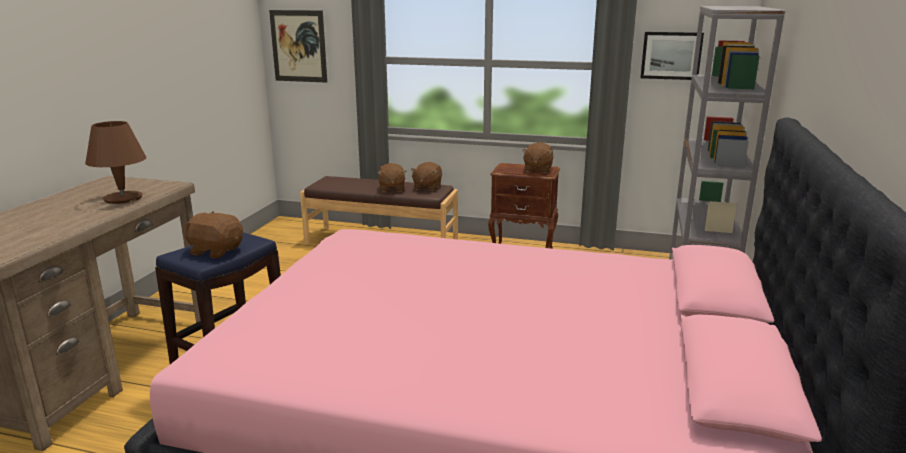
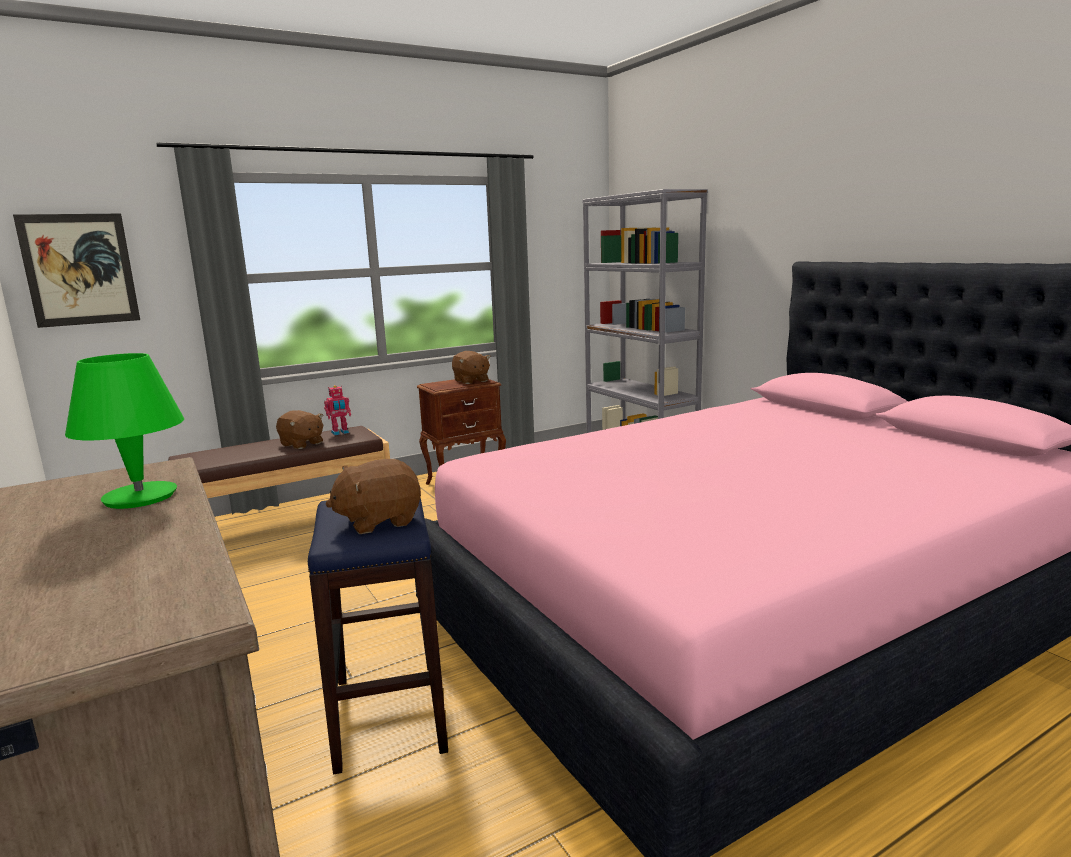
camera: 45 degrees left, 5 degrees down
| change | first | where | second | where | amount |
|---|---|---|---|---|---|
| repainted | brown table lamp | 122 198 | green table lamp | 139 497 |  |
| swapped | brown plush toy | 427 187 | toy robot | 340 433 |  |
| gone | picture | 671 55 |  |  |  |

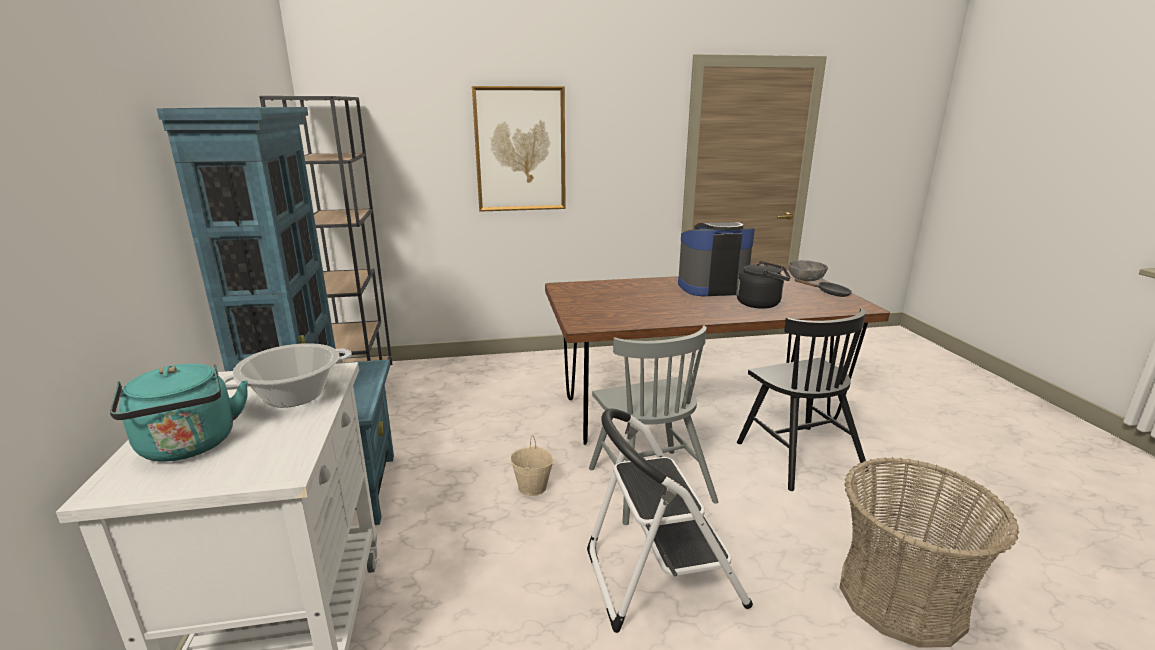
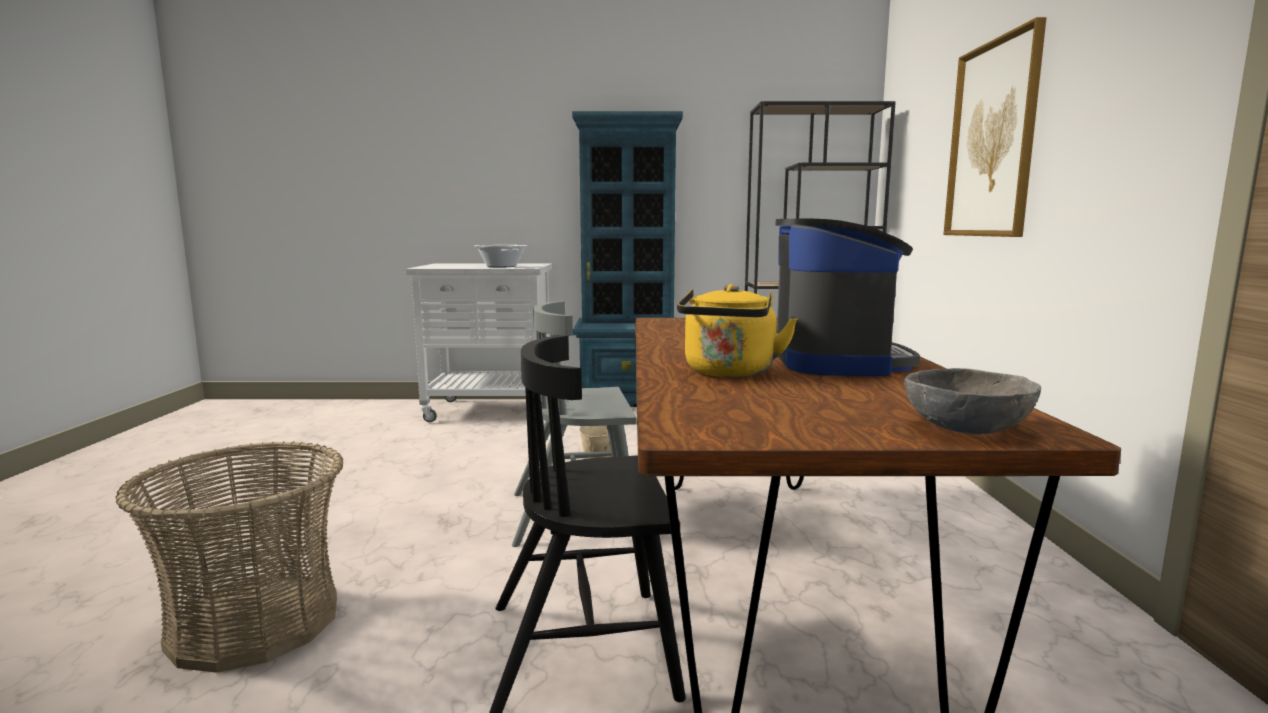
camera: 100 degrees right, 10 degrees down
| change | first | where | second | where | amount |
|---|---|---|---|---|---|
| gone | turquoise kettle | 189 447 |  |  |  |
| gone | step ladder | 658 577 |  |  |  |
| repainted | black kettle | 761 304 | yellow kettle | 729 373 |  |
| gone | black frying pan | 829 293 |  |  |  |

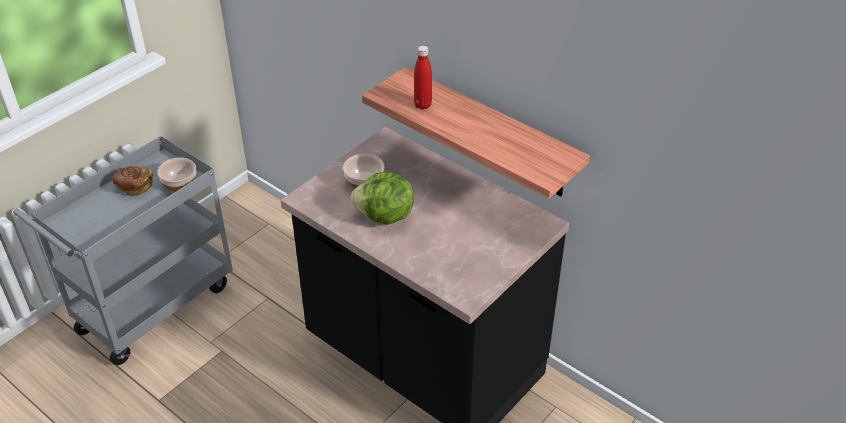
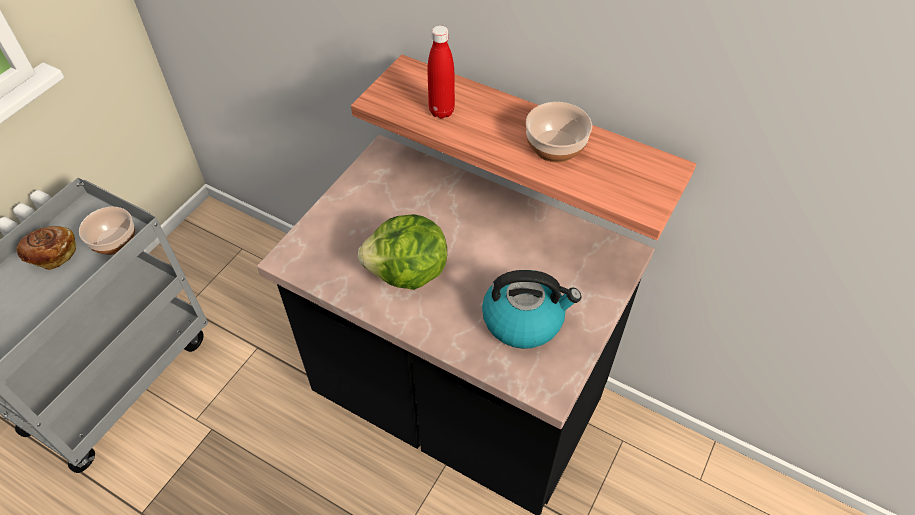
camera: 10 degrees left, 10 degrees up
| change | first | where | second | where | amount |
|---|---|---|---|---|---|
| shifted | bowl | 364 182 |  | 555 147 |  |
| new |  |  | kettle | 524 319 |  |

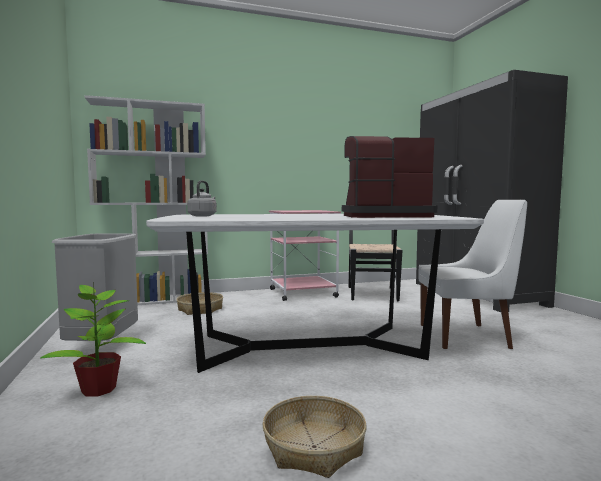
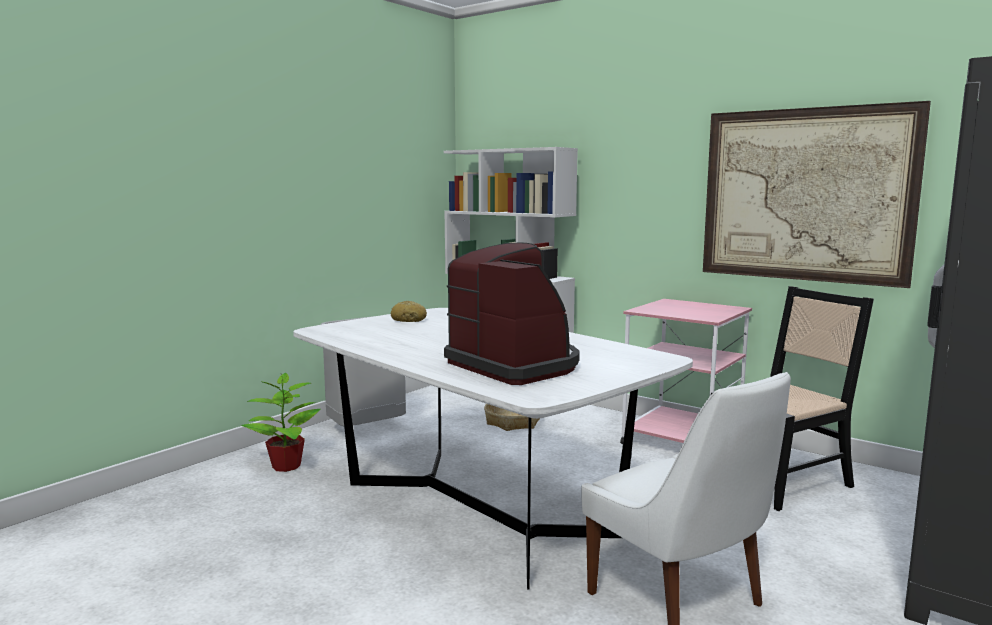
camera: 55 degrees right, 5 degrees up
| change | first | where | second | where | amount |
|---|---|---|---|---|---|
| swapped | grey kettle | 203 216 | bread | 409 320 |  |
| gone | basket | 314 447 |  |  |  |
| new |  |  | picture | 805 195 |  |

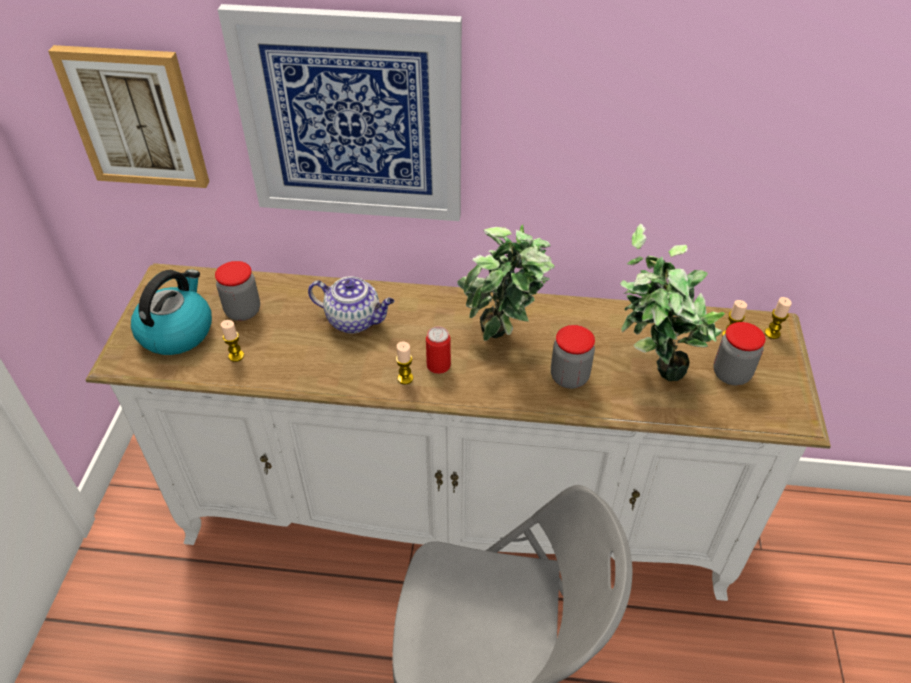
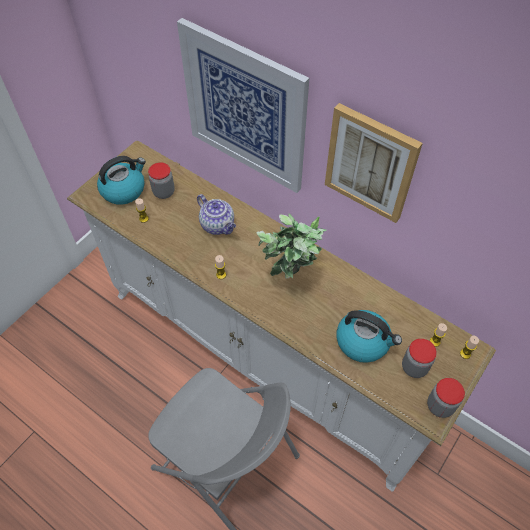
camera: 30 degrees right, 10 degrees up
| change | first | where | second | where | amount |
|---|---|---|---|---|---|
| shifted | picture | 136 117 |  | 371 163 |  |
| gone | can | 438 365 |  |  |  |
| shifted | jar | 569 377 |  | 440 406 |  |
| swapped | potted plant | 650 373 | kettle | 363 341 |  |

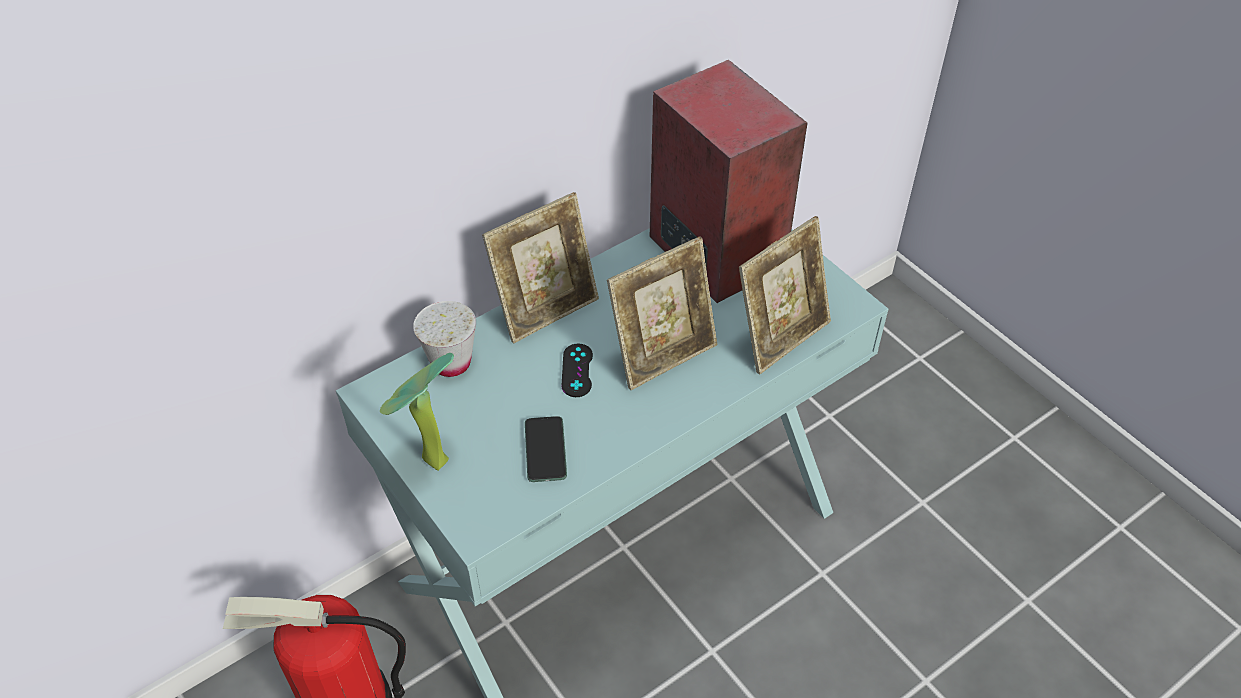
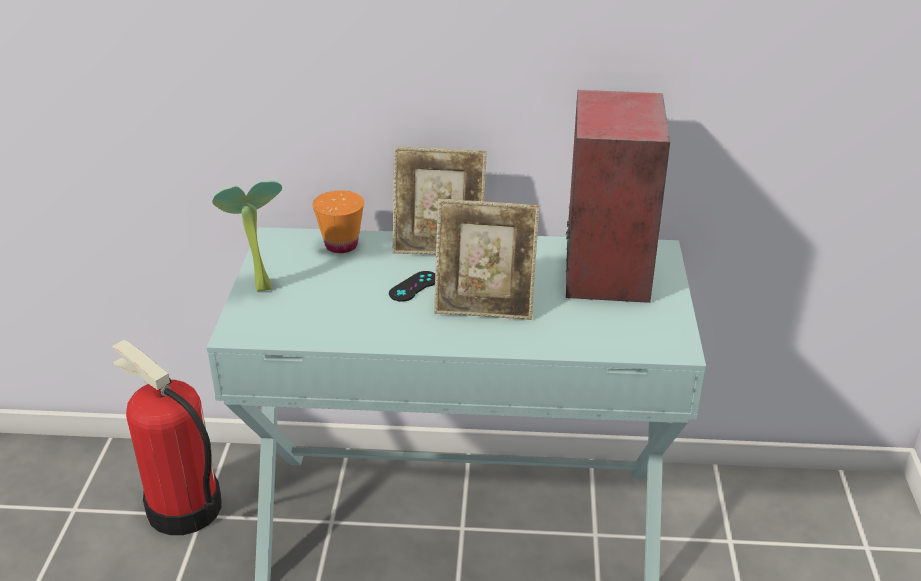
camera: 40 degrees right, 15 degrees down
| change | first | where | second | where | amount |
|---|---|---|---|---|---|
| repainted | white cup | 451 363 | orange cup | 341 245 |  |
| gone | phone | 545 450 |  |  |  |
| gone | picture frame | 780 336 |  |  |  |

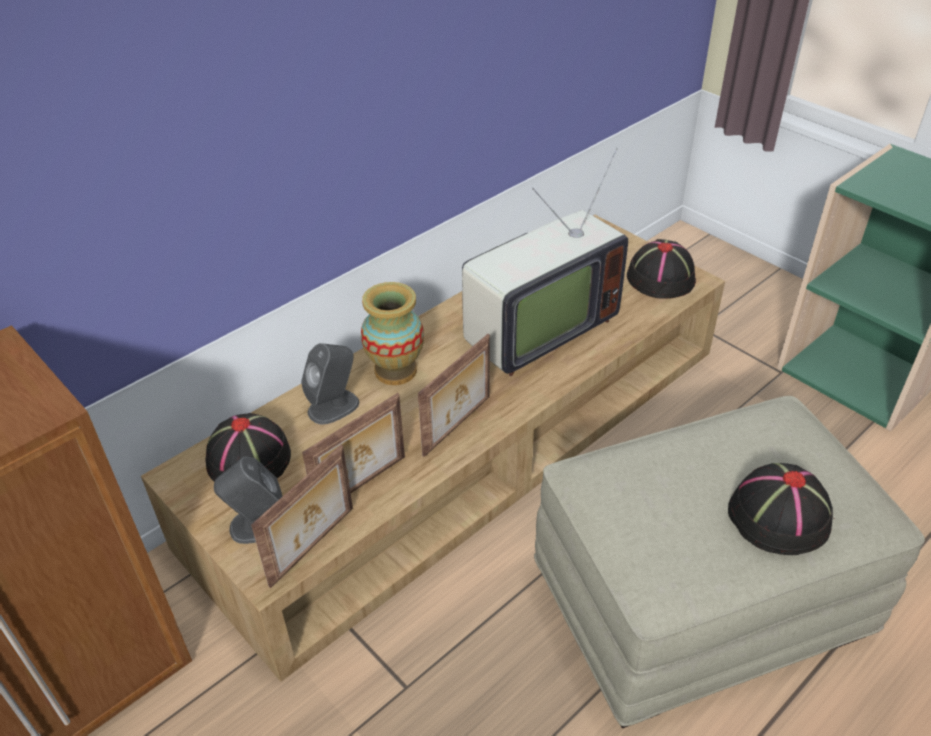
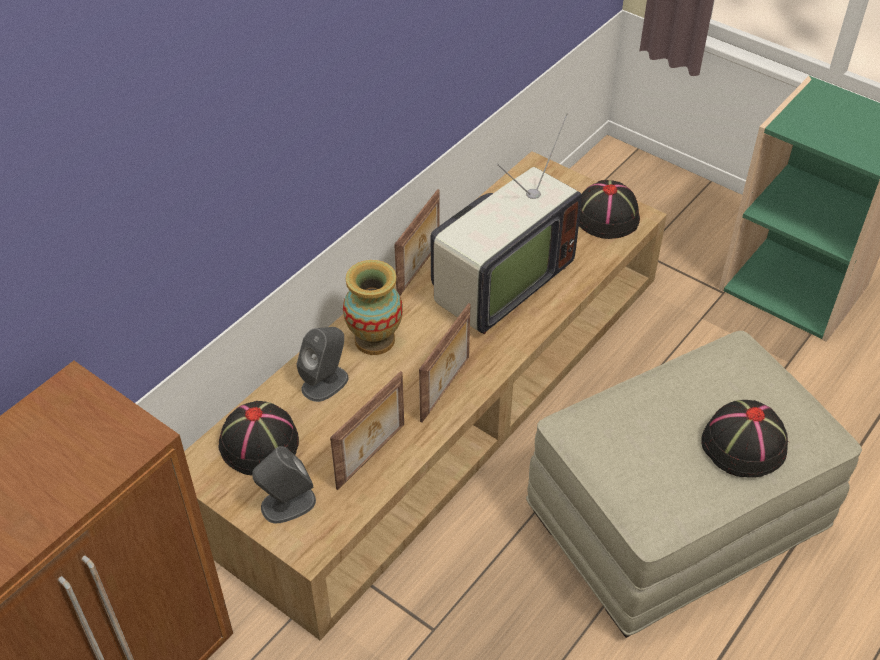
camera: 10 degrees left, 5 degrees up
| change | first | where | second | where | amount |
|---|---|---|---|---|---|
| shifted | picture frame | 314 547 |  | 420 270 |  |

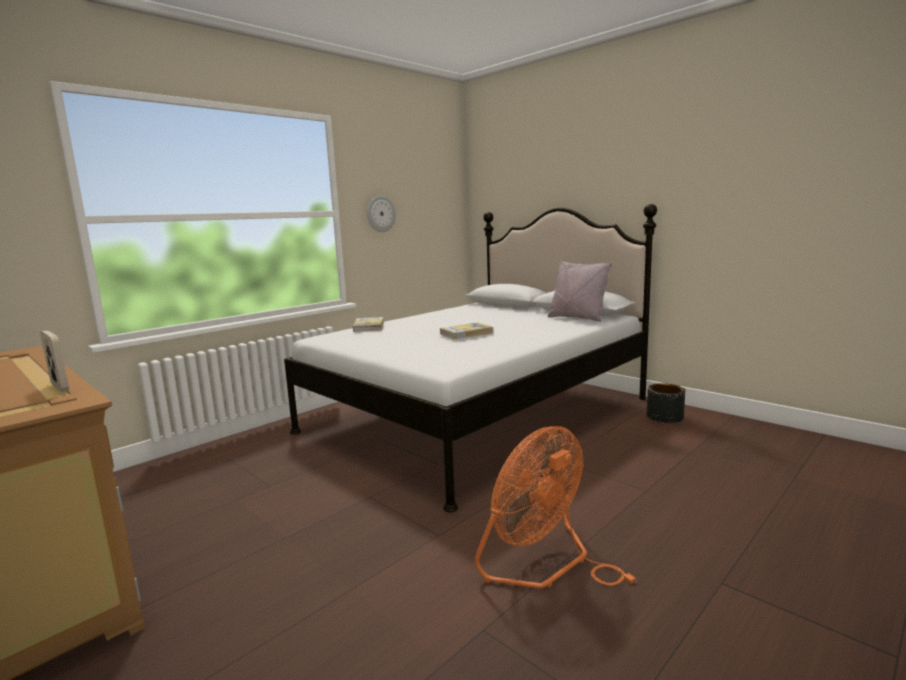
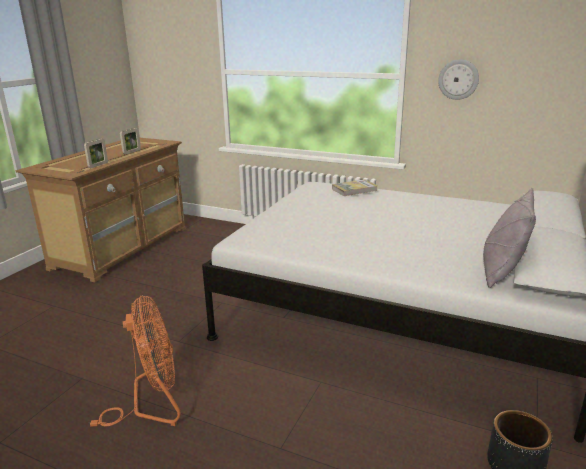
camera: 70 degrees right, 10 degrees up
| change | first | where | second | where | amount |
|---|---|---|---|---|---|
| gone | book | 466 333 |  |  |  |
| rotated | orange fan | 553 562 |  | 150 397 | 45 degrees clockwise |
| new |  |  | picture frame | 132 152 |  |

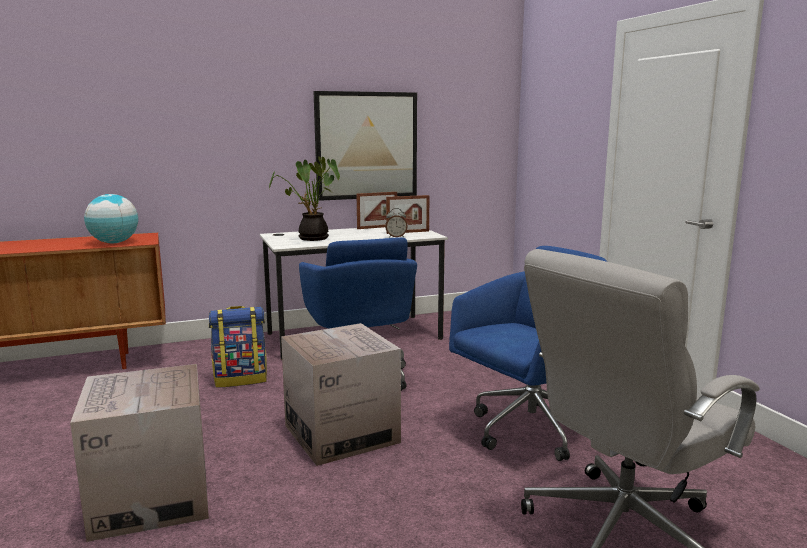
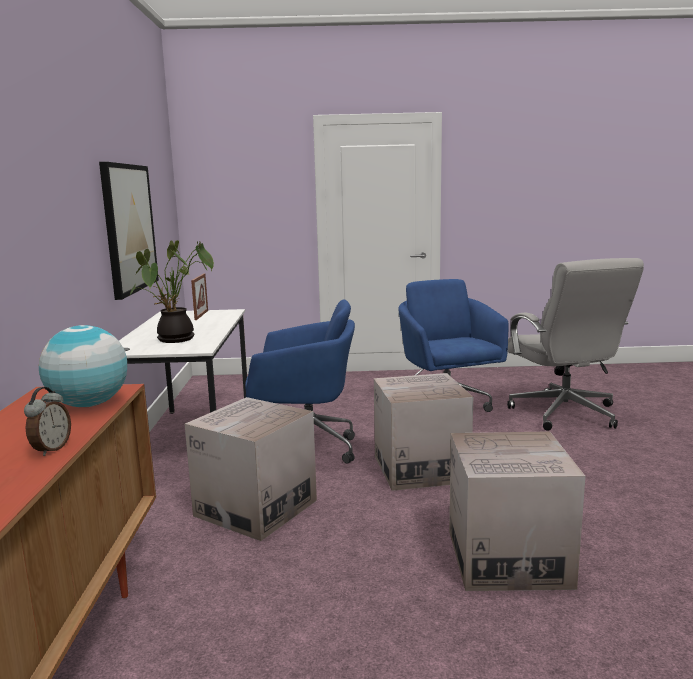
camera: 70 degrees left, 0 degrees up
| change | first | where | second | where | amount |
|---|---|---|---|---|---|
| swapped | backpack | 241 379 | cardboard box | 256 508 |  |
| gone | picture frame | 377 227 |  |  |  |
| shifted | alarm clock | 396 237 |  | 51 449 |  |

